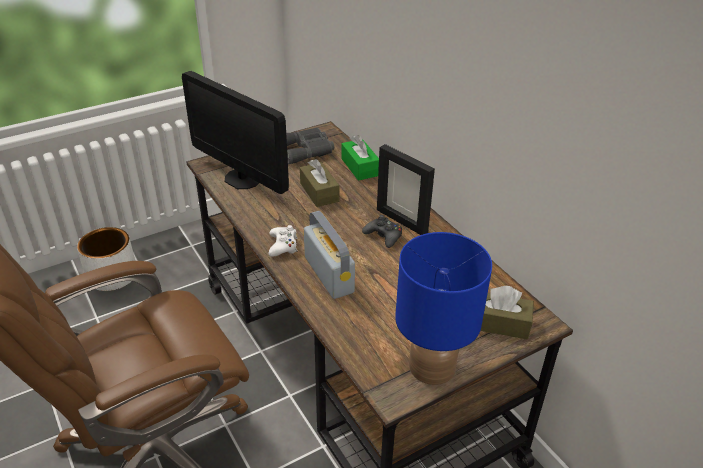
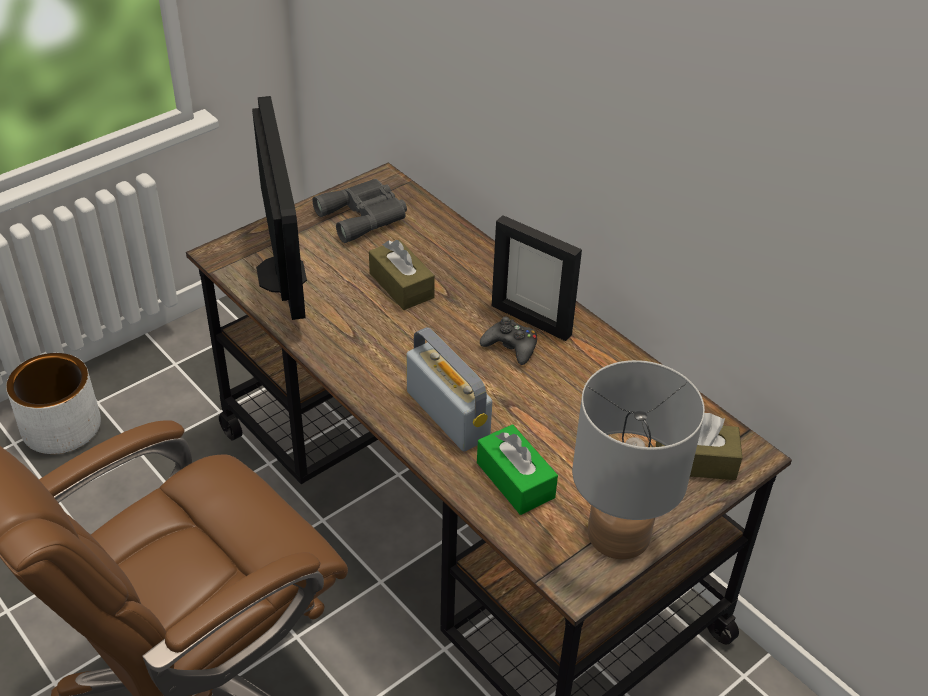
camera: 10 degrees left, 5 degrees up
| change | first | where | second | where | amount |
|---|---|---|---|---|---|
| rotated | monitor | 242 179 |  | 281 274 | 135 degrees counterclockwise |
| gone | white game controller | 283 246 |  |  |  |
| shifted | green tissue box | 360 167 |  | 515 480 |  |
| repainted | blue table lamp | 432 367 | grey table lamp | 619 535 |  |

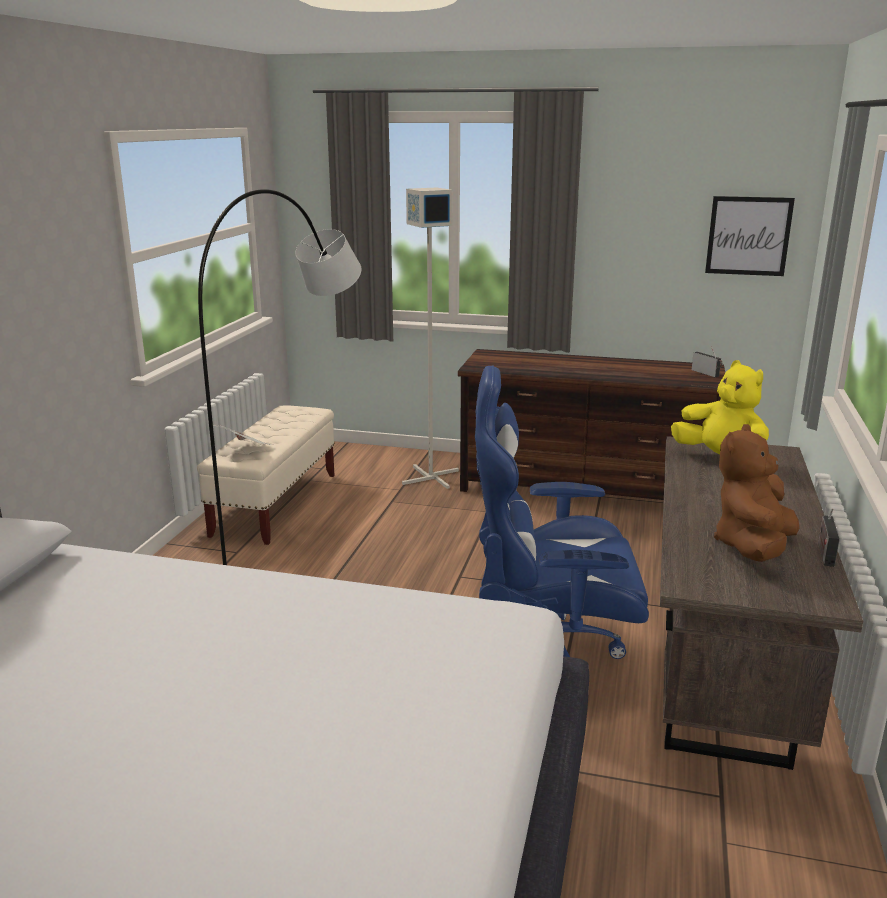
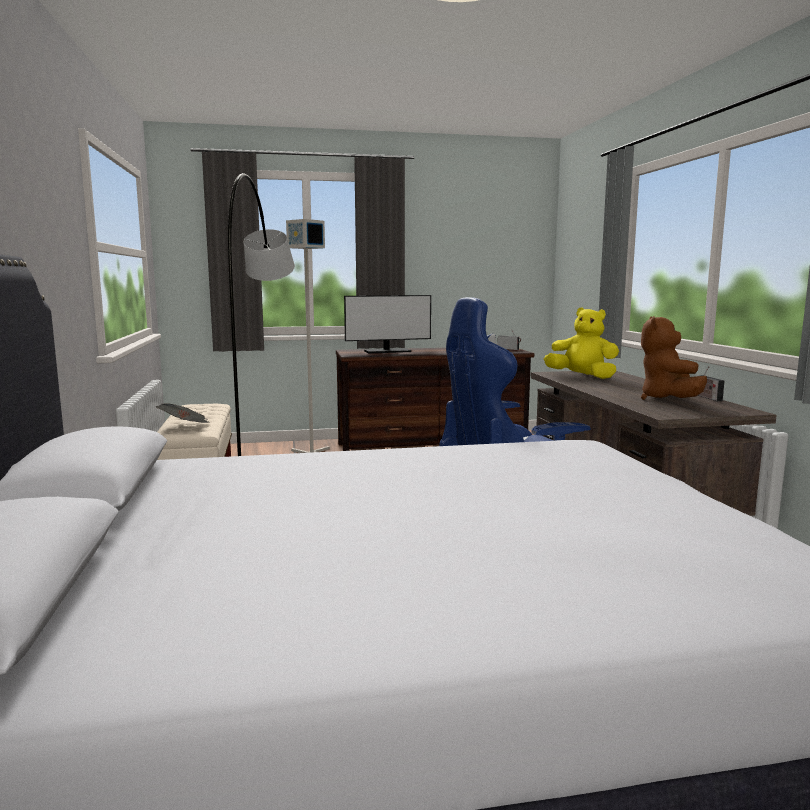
camera: 25 degrees left, 10 degrees down
| change | first | where | second | where | amount |
|---|---|---|---|---|---|
| gone | picture | 748 236 |  |  |  |
| new |  |  | monitor | 387 351 |  |

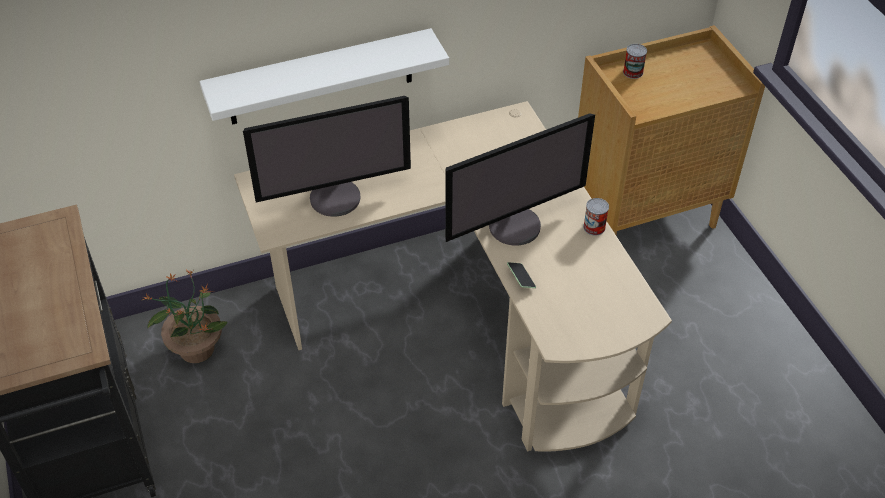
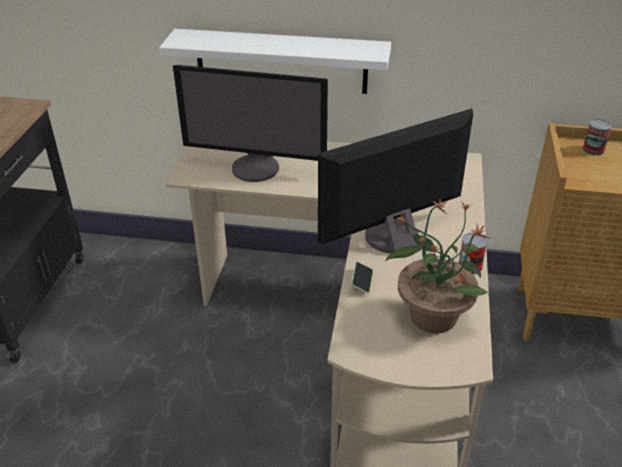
camera: 30 degrees right, 10 degrees down
| change | first | where | second | where | amount |
|---|---|---|---|---|---|
| shifted | potted plant | 196 348 |  | 432 315 |  |
| rotated | monitor | 514 225 |  | 392 237 | 150 degrees clockwise |

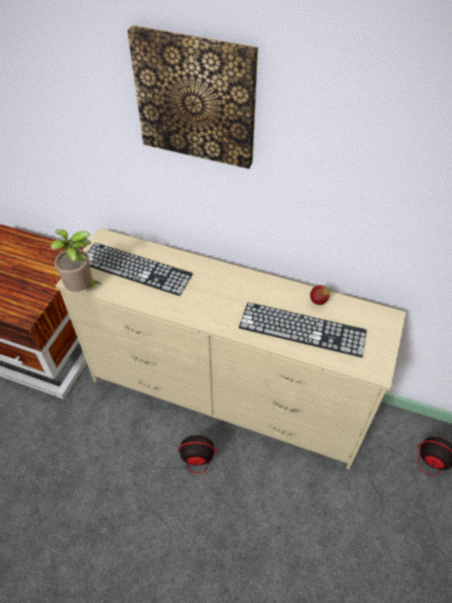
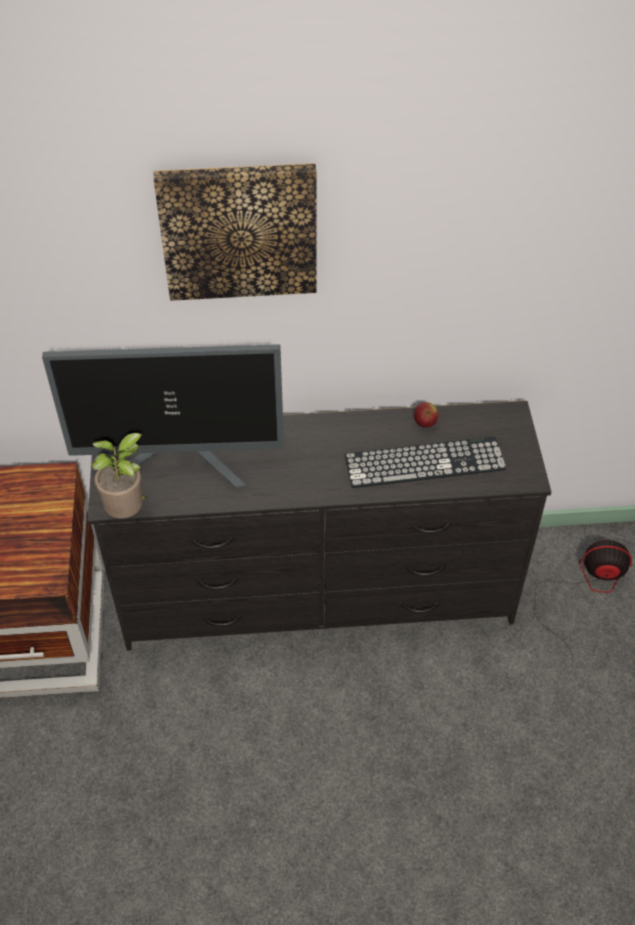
camera: 25 degrees left, 0 degrees up
| change | first | where | second | where | amount |
|---|---|---|---|---|---|
| repainted | beige dresser | 226 393 | black dresser | 317 594 |  |
| swapped | keyboard | 135 268 | monitor | 179 462 |  |
| gone | fan | 184 473 |  |  |  |

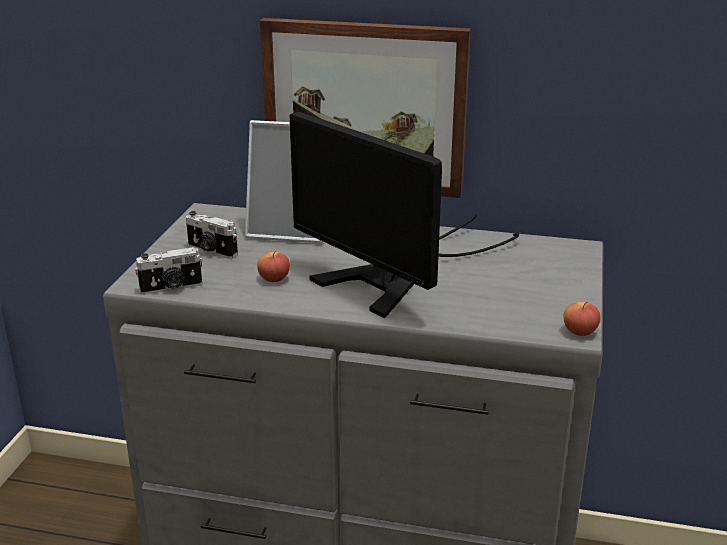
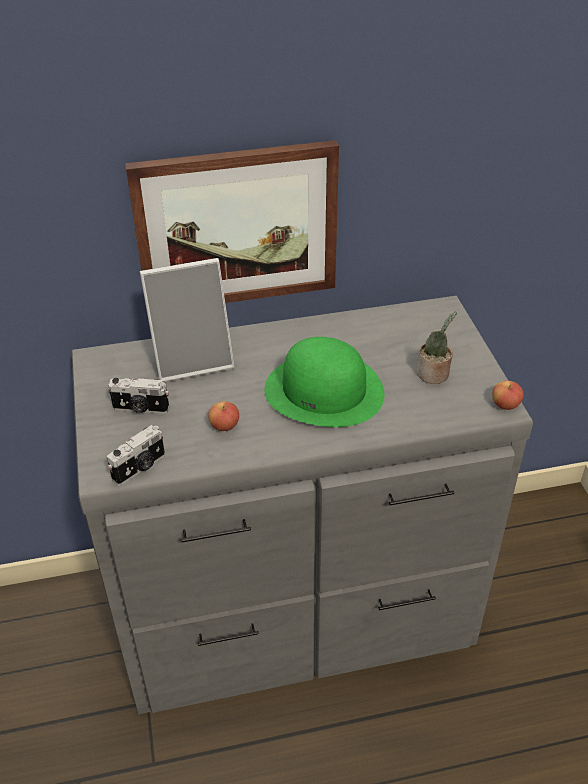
camera: 25 degrees left, 15 degrees up
| change | first | where | second | where | amount |
|---|---|---|---|---|---|
| swapped | monitor | 394 277 | green hat | 324 390 |  |
| new |  |  | potted plant | 434 375 |  |

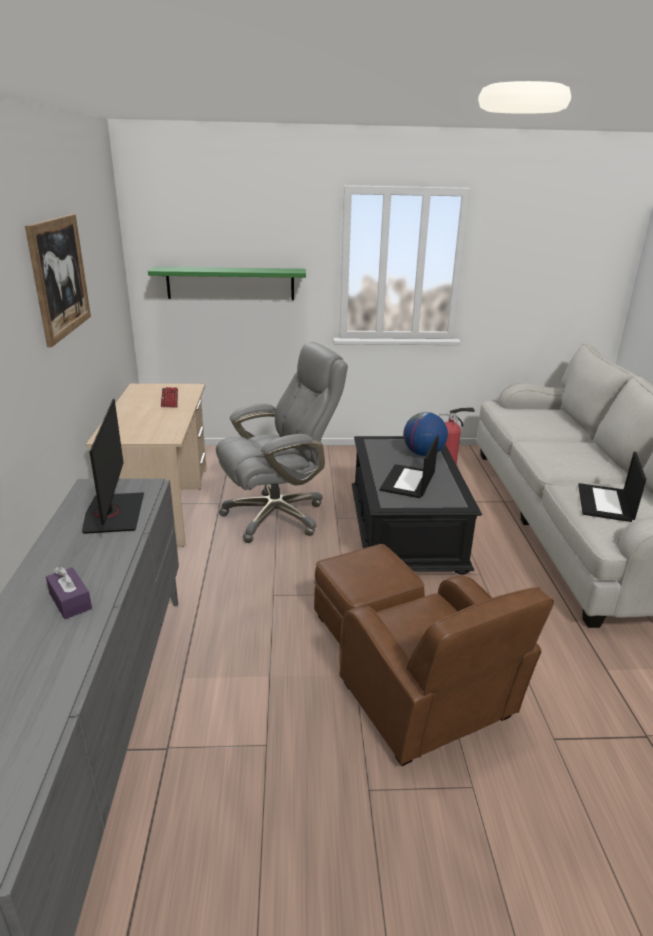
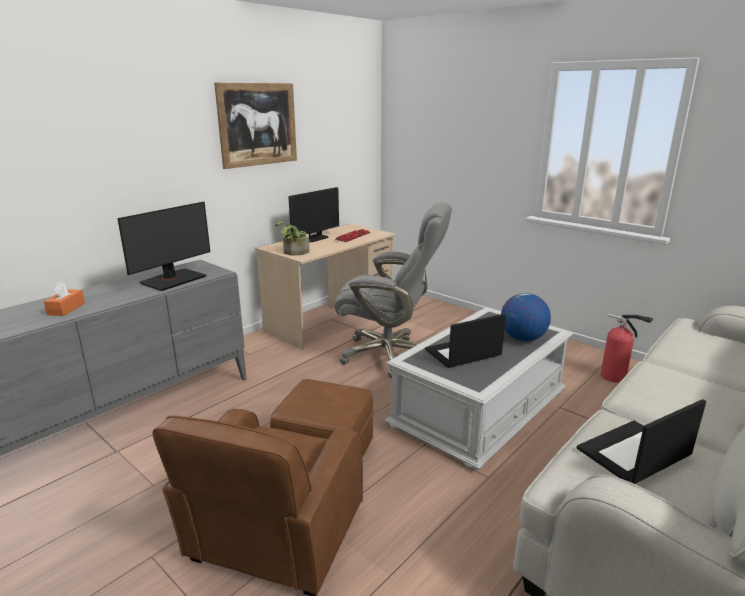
camera: 45 degrees right, 5 degrees down
| change | first | where | second | where | amount |
|---|---|---|---|---|---|
| repainted | purple tissue box | 70 601 | orange tissue box | 66 309 |  |
| gone | green shelf | 230 283 |  |  |  |
| repainted | black coffee table | 405 528 | white coffee table | 479 408 |  |
| new |  |  | potted plant | 294 252 |  |
| new |  |  | monitor | 314 238 |  |

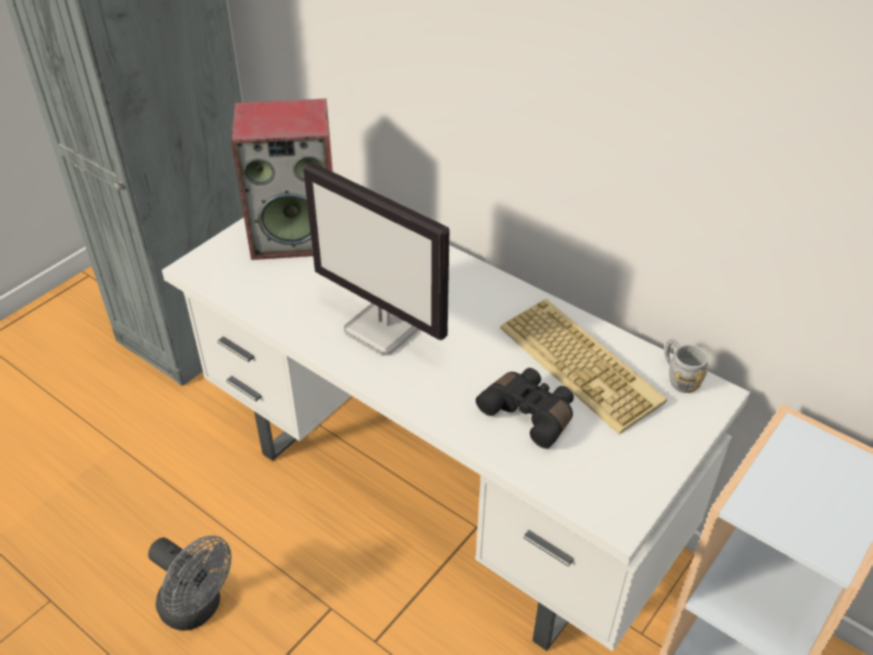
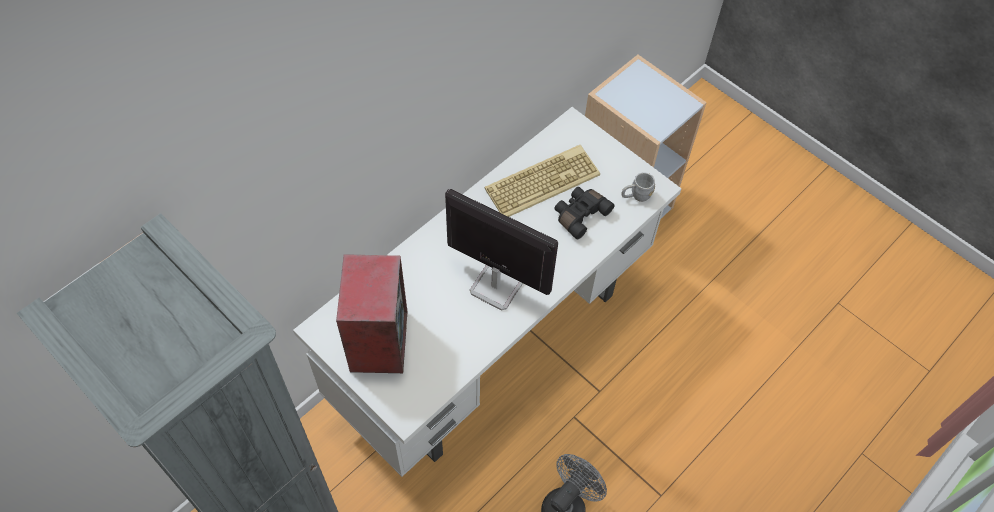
camera: 85 degrees left, 15 degrees up
| change | first | where | second | where | amount |
|---|---|---|---|---|---|
| rotated | monitor | 384 329 |  | 495 286 | 105 degrees counterclockwise |
| shifted | grey mug | 679 377 |  | 636 196 |  |

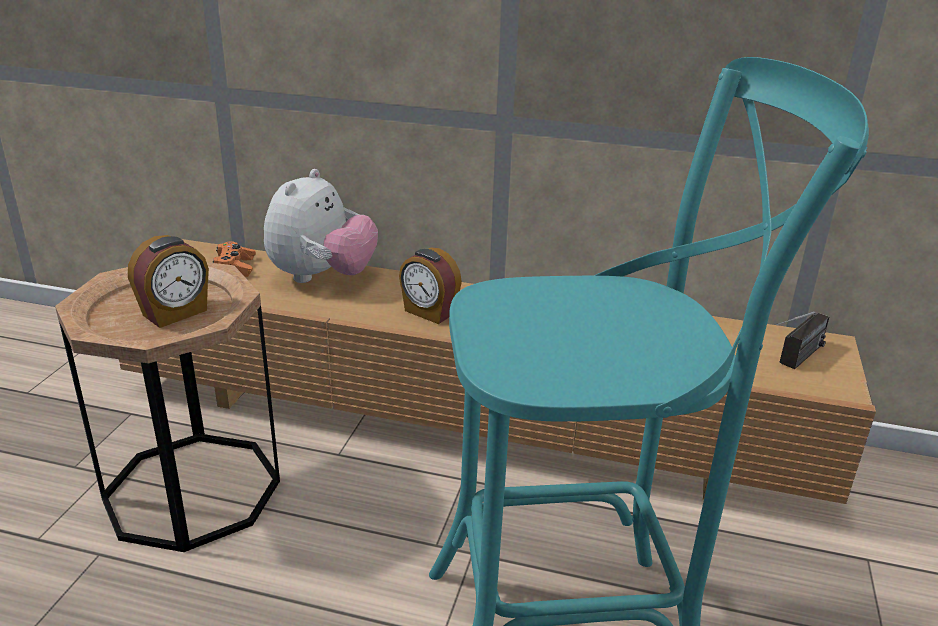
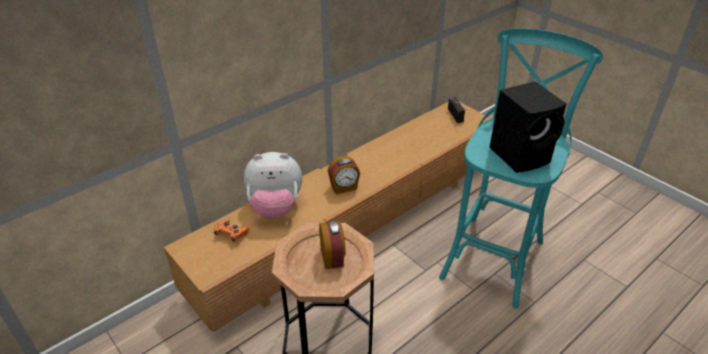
camera: 55 degrees left, 10 degrees up
| change | first | where | second | where | amount |
|---|---|---|---|---|---|
| rotated | plush toy | 322 277 |  | 275 207 | 120 degrees clockwise |
| new |  |  | black speaker | 521 155 |  |

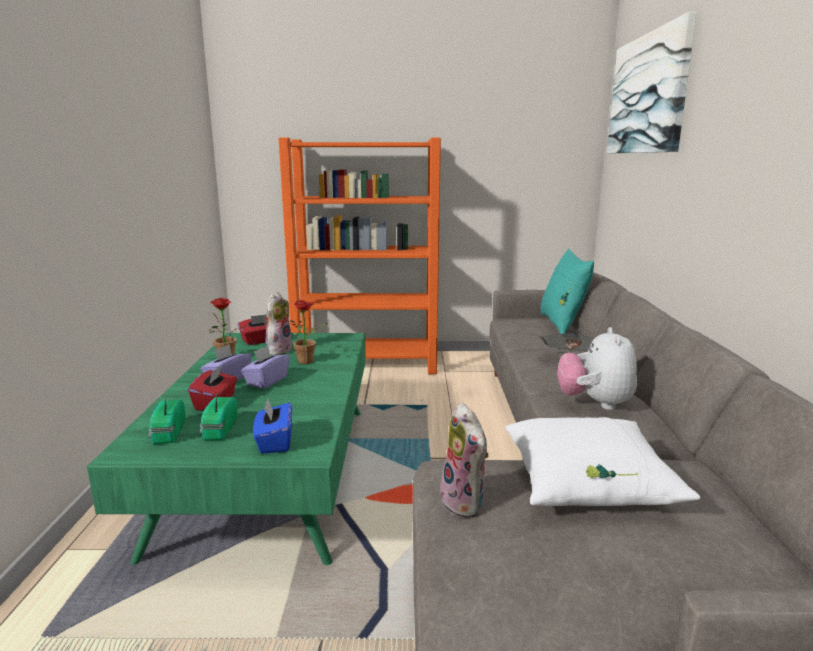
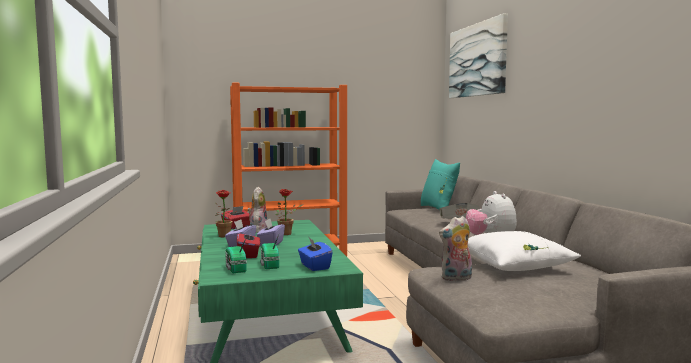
camera: 15 degrees left, 10 degrees down
| change | first | where | second | where | amount |
|---|---|---|---|---|---|
| rotated | plush toy | 466 503 |  | 456 278 | 105 degrees clockwise |

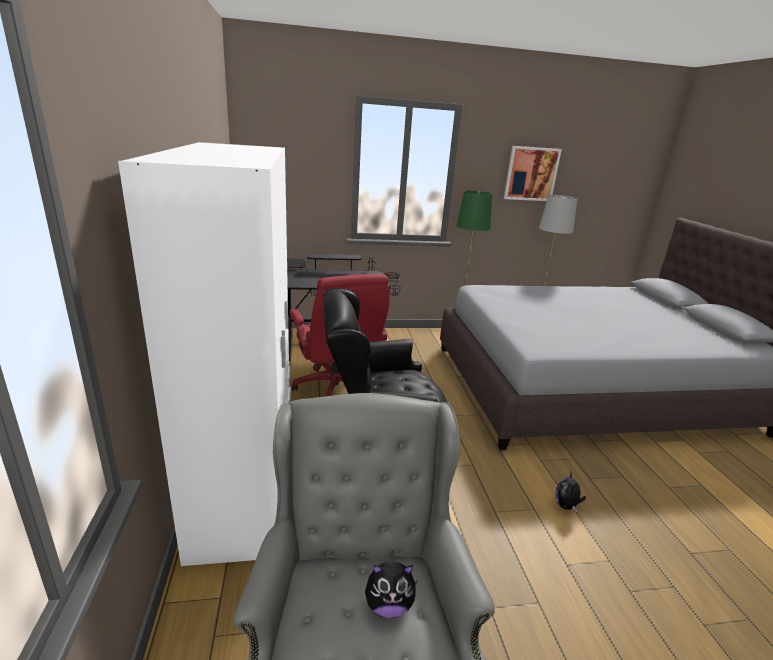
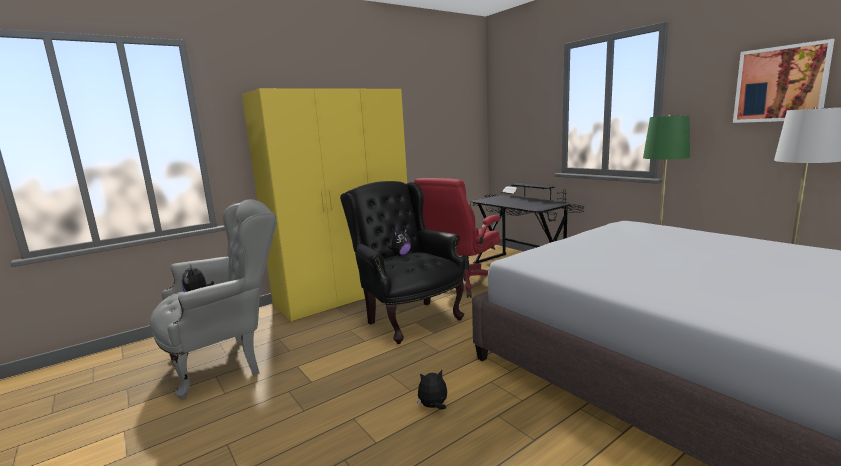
camera: 65 degrees right, 10 degrees down
| change | first | where | second | where | amount |
|---|---|---|---|---|---|
| repainted | white wardrobe | 247 474 | yellow wardrobe | 346 294 |  |
| new |  |  | plush toy | 401 255 |  |

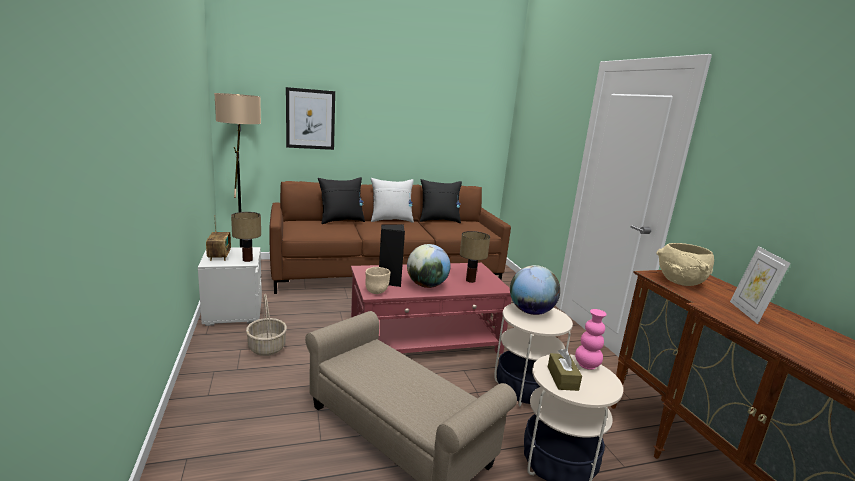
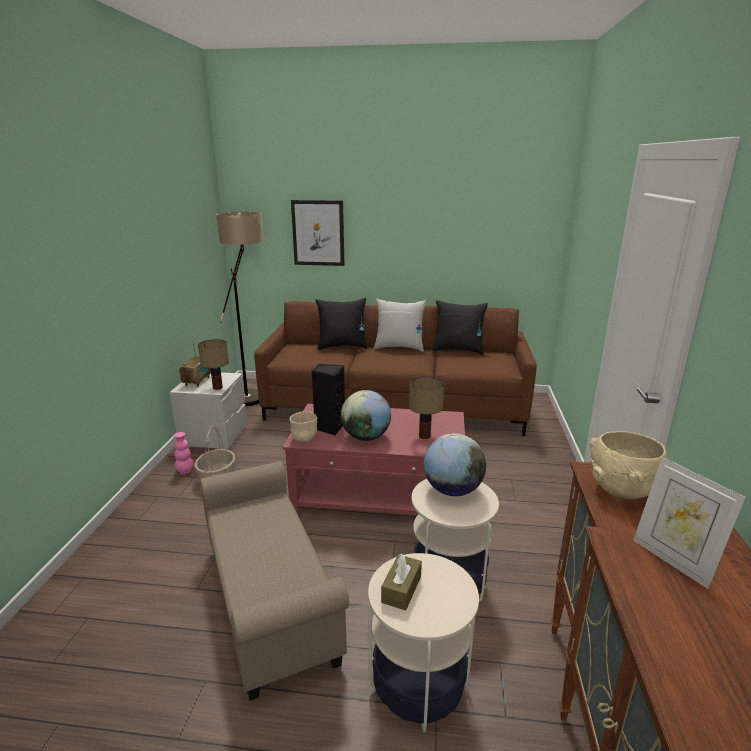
camera: 25 degrees right, 5 degrees up
| change | first | where | second | where | amount |
|---|---|---|---|---|---|
| shifted | pink vase | 586 365 |  | 185 471 |  |
| rotated | picture frame | 748 313 |  | 673 560 | 60 degrees counterclockwise |

